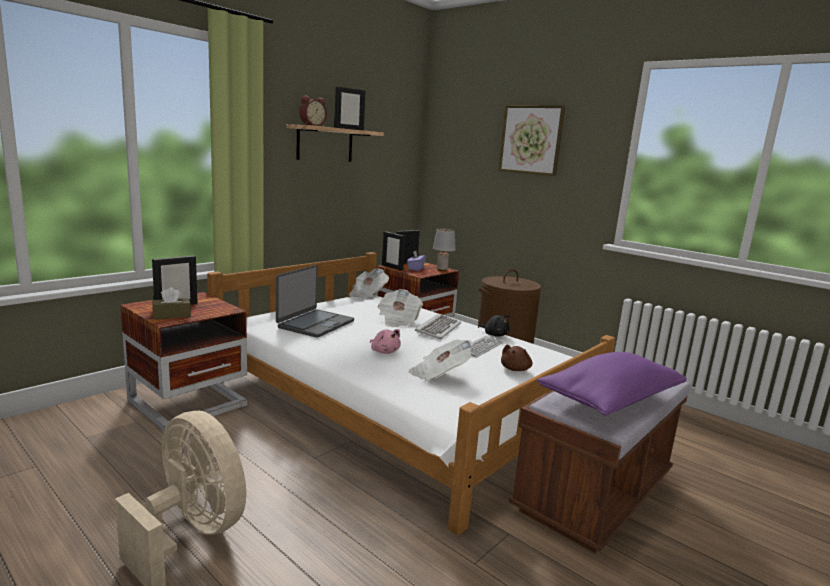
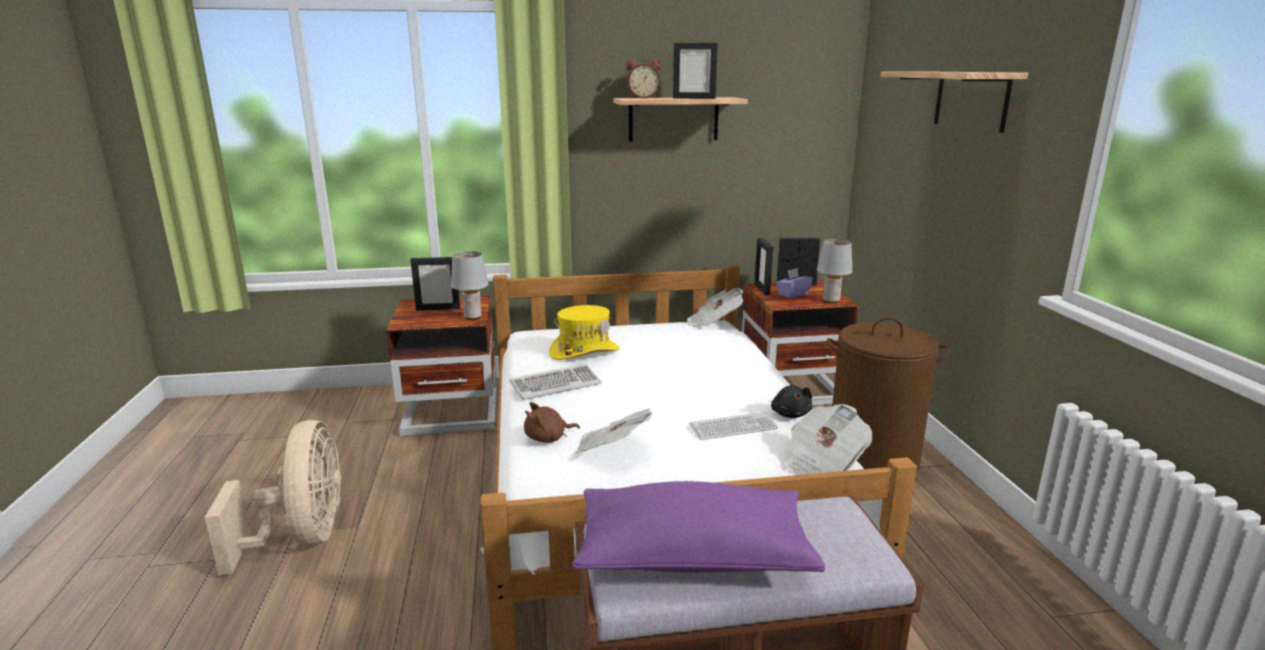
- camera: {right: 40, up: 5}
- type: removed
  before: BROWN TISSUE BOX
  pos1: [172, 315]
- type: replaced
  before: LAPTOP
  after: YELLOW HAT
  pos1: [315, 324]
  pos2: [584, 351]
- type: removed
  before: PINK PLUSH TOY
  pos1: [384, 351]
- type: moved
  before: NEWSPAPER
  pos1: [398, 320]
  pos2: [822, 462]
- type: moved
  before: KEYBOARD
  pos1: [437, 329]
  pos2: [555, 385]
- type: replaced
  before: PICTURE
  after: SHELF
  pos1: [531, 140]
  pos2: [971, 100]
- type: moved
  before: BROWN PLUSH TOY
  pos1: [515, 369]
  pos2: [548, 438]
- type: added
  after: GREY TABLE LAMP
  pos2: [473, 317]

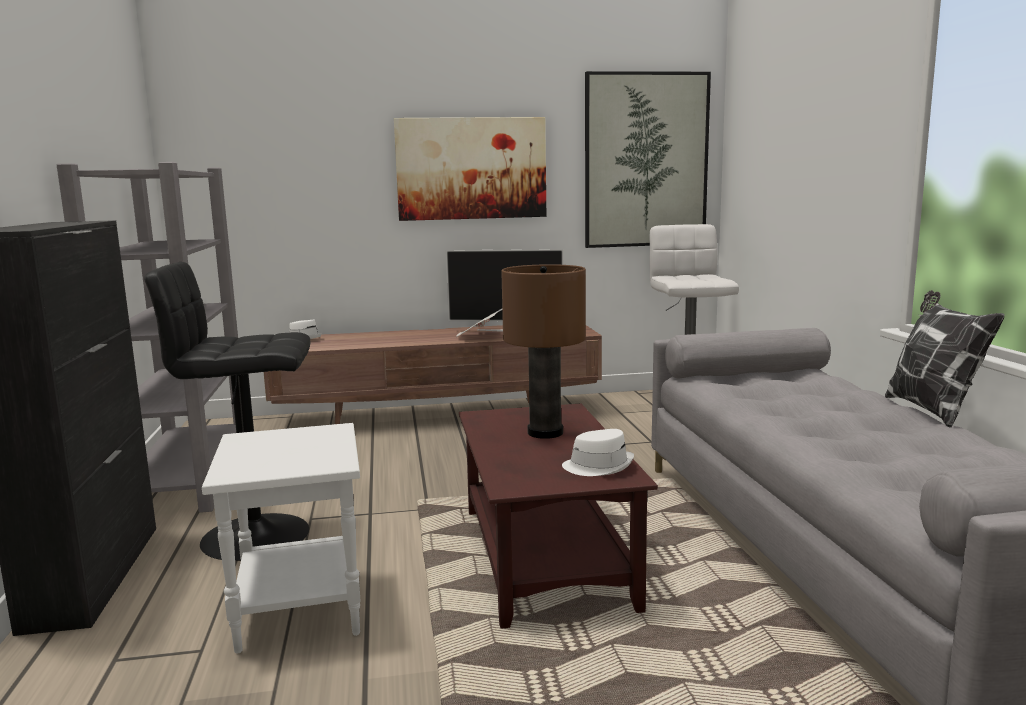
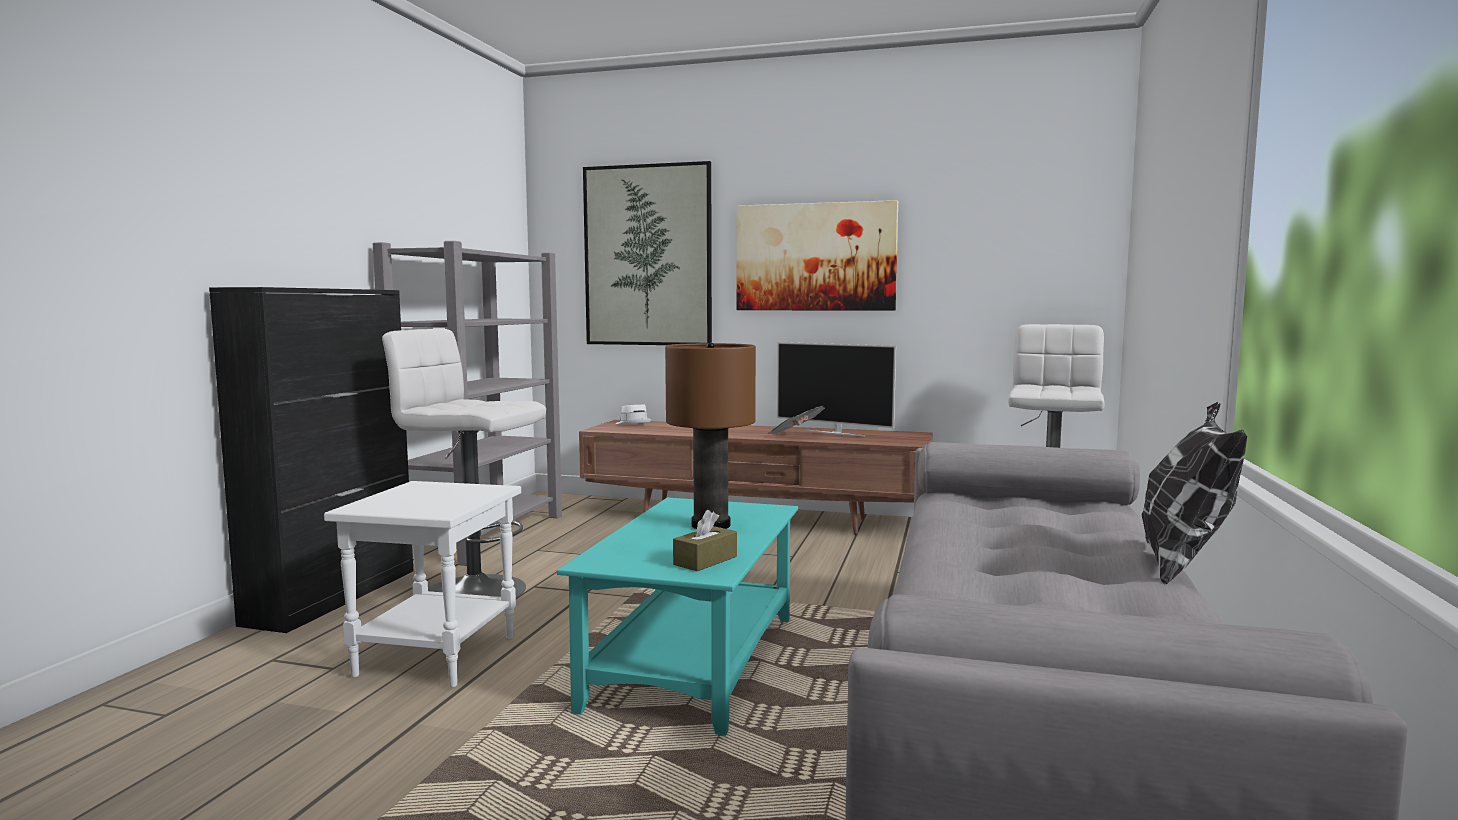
- camera: {right: 25, up: -5}
- type: recoloured
  before: BLACK STOOL
  after: WHITE STOOL
  pos1: [254, 536]
  pos2: [474, 591]
- type: recoloured
  before: BROWN COFFEE TABLE
  after: TURQUOISE COFFEE TABLE
  pos1: [546, 558]
  pos2: [694, 663]
- type: replaced
  before: WHITE HAT
  after: BROWN TISSUE BOX
  pos1: [598, 466]
  pos2: [705, 560]
- type: moved
  before: PICTURE
  pos1: [646, 160]
  pos2: [648, 256]

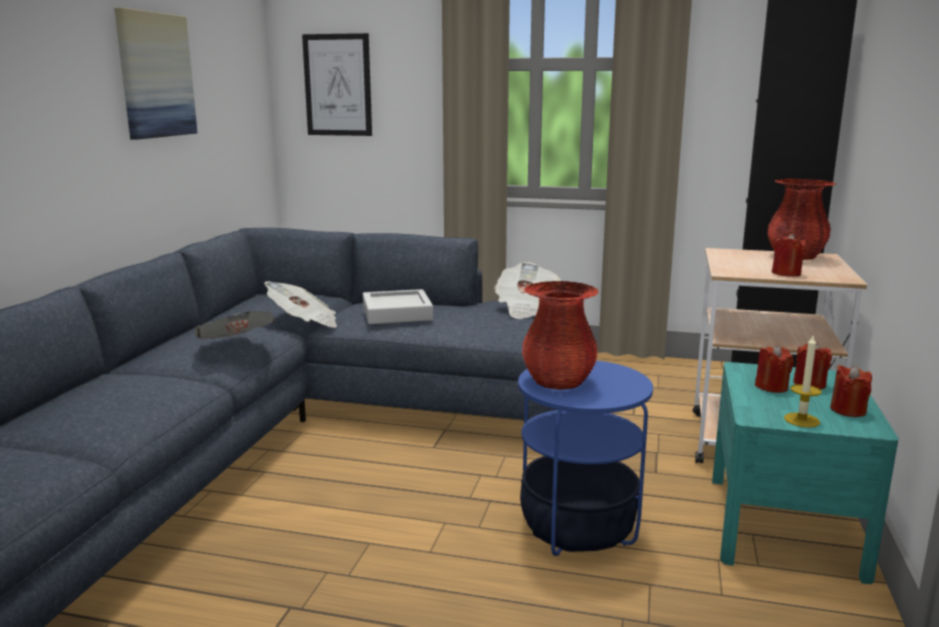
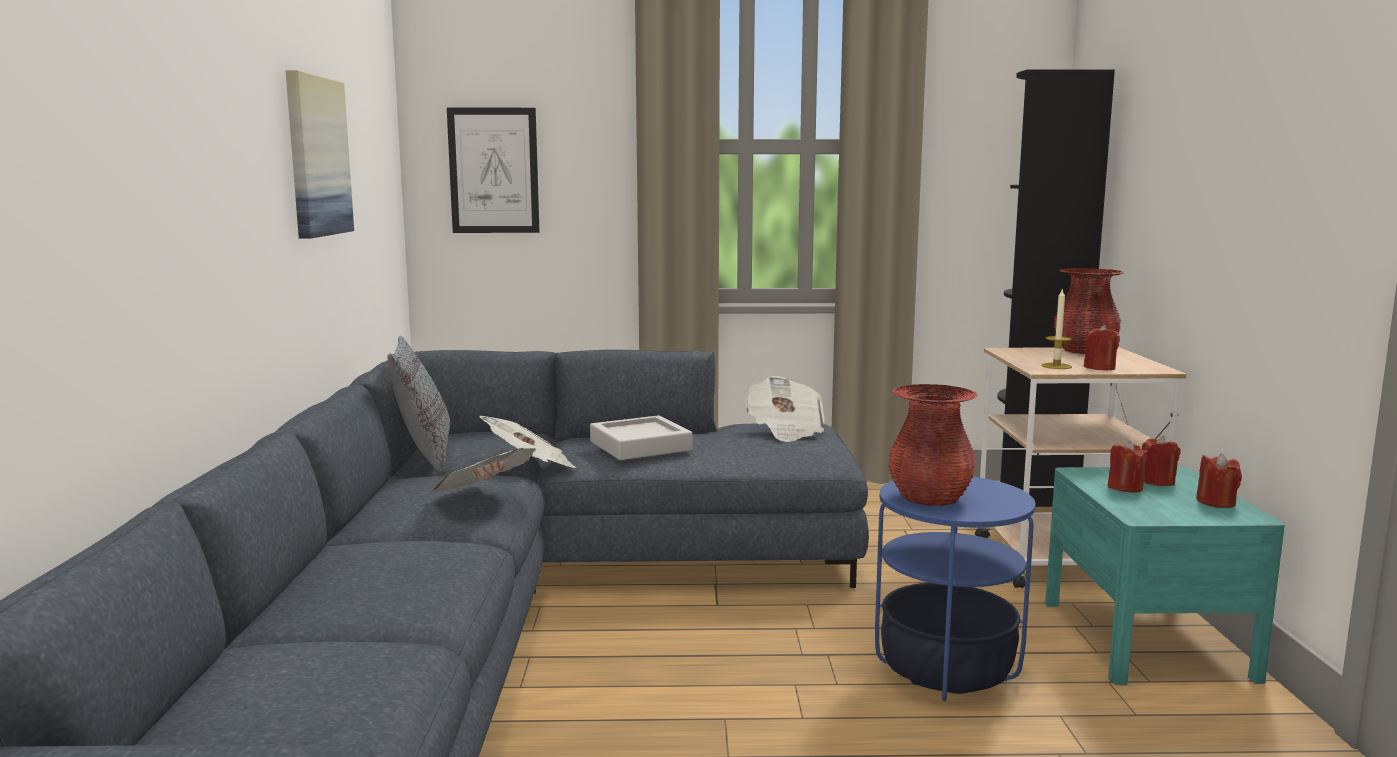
- camera: {right: -15, up: -5}
- type: moved
  before: CANDLE
  pos1: [801, 420]
  pos2: [1056, 366]
- type: added
  after: GREY PILLOW
  pos2: [425, 457]

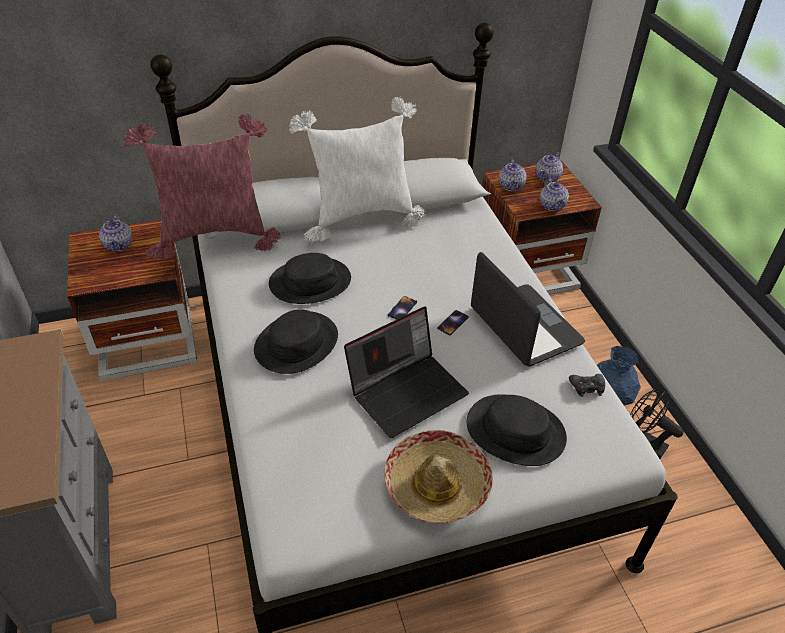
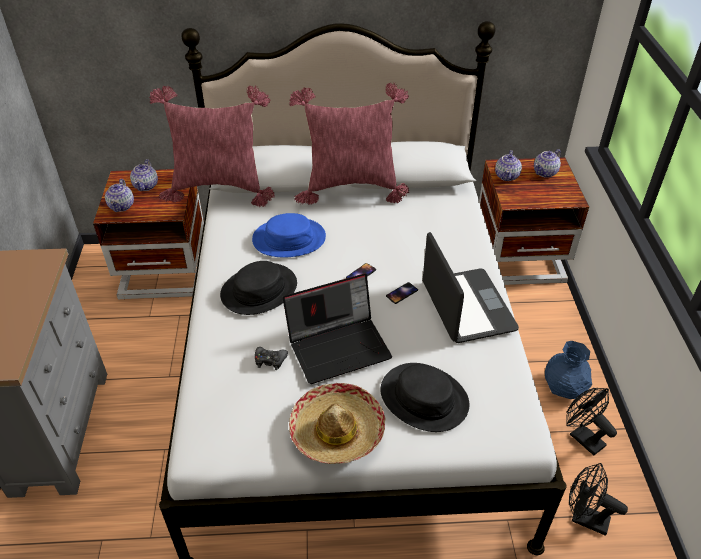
- camera: {right: 15, up: 0}
- type: recoloured
  before: BLACK HAT
  after: BLUE HAT
  pos1: [310, 282]
  pos2: [289, 239]
- type: recoloured
  before: WHITE PILLOW
  after: RED PILLOW
  pos1: [360, 223]
  pos2: [350, 193]
- type: moved
  before: TEAPOT
  pos1: [552, 205]
  pos2: [122, 206]
- type: moved
  before: BLACK GAME CONTROLLER
  pos1: [587, 387]
  pos2: [270, 360]
- type: added
  after: BLACK FAN
  pos2: [584, 518]

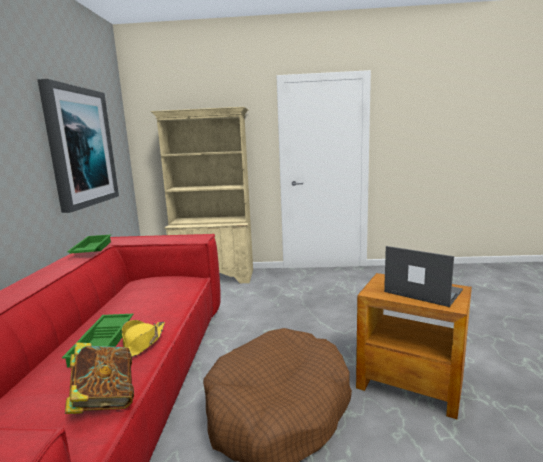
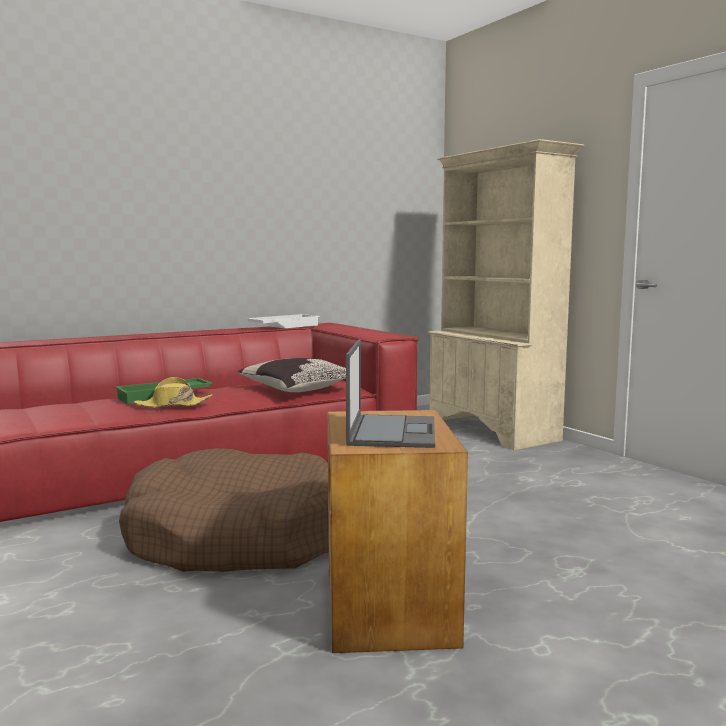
- camera: {right: 55, up: -5}
- type: removed
  before: PICTURE
  pos1: [80, 147]
- type: removed
  before: BOOK
  pos1: [104, 400]
- type: recoloured
  before: GREEN TRAY
  after: WHITE TRAY
  pos1: [91, 249]
  pos2: [283, 326]
- type: added
  after: PILLOW
  pos2: [297, 389]

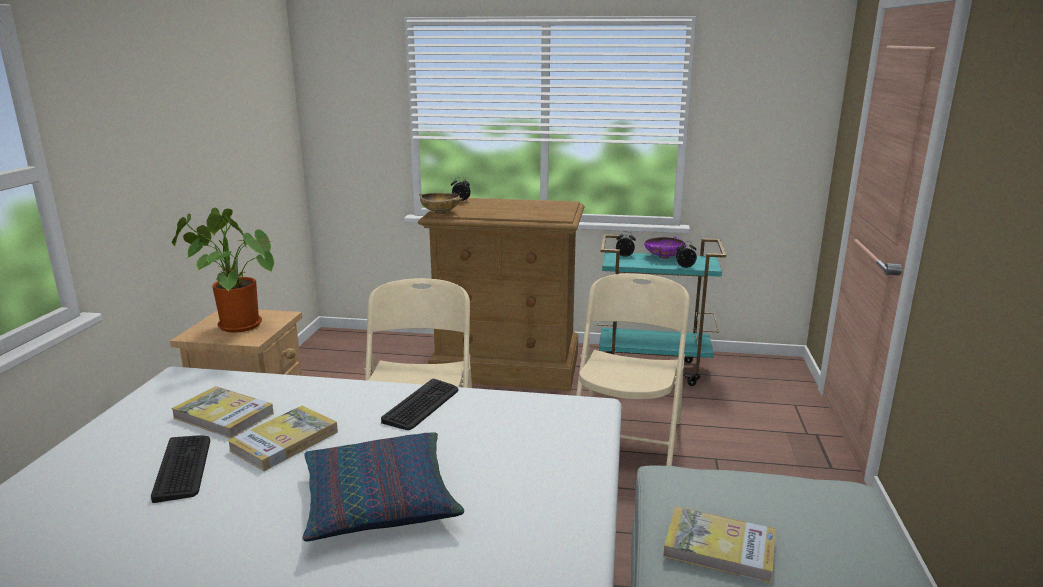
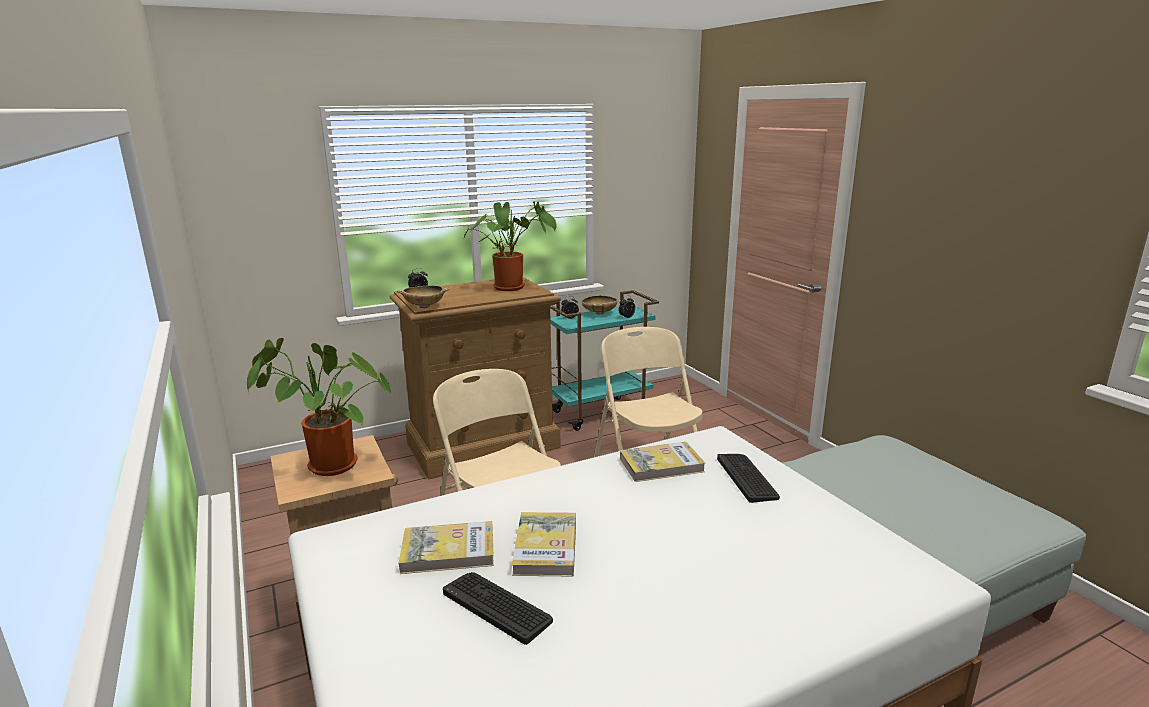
- camera: {right: -35, up: 0}
- type: removed
  before: BLUE PILLOW
  pos1: [379, 501]
- type: moved
  before: KEYBOARD
  pos1: [422, 405]
  pos2: [747, 477]
- type: recoloured
  before: PURPLE BOWL
  after: BEIGE BOWL
  pos1: [663, 257]
  pos2: [599, 313]
- type: moved
  before: BOOK
  pos1: [719, 548]
  pos2: [661, 465]
- type: added
  after: POTTED PLANT
  pos2: [512, 287]

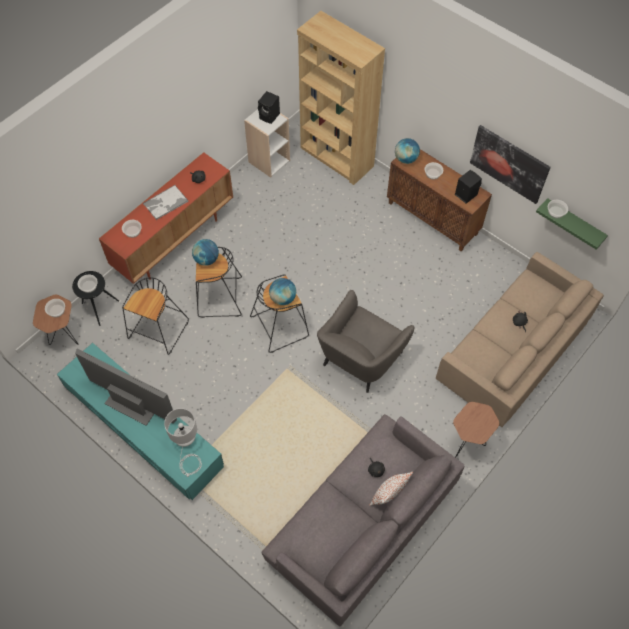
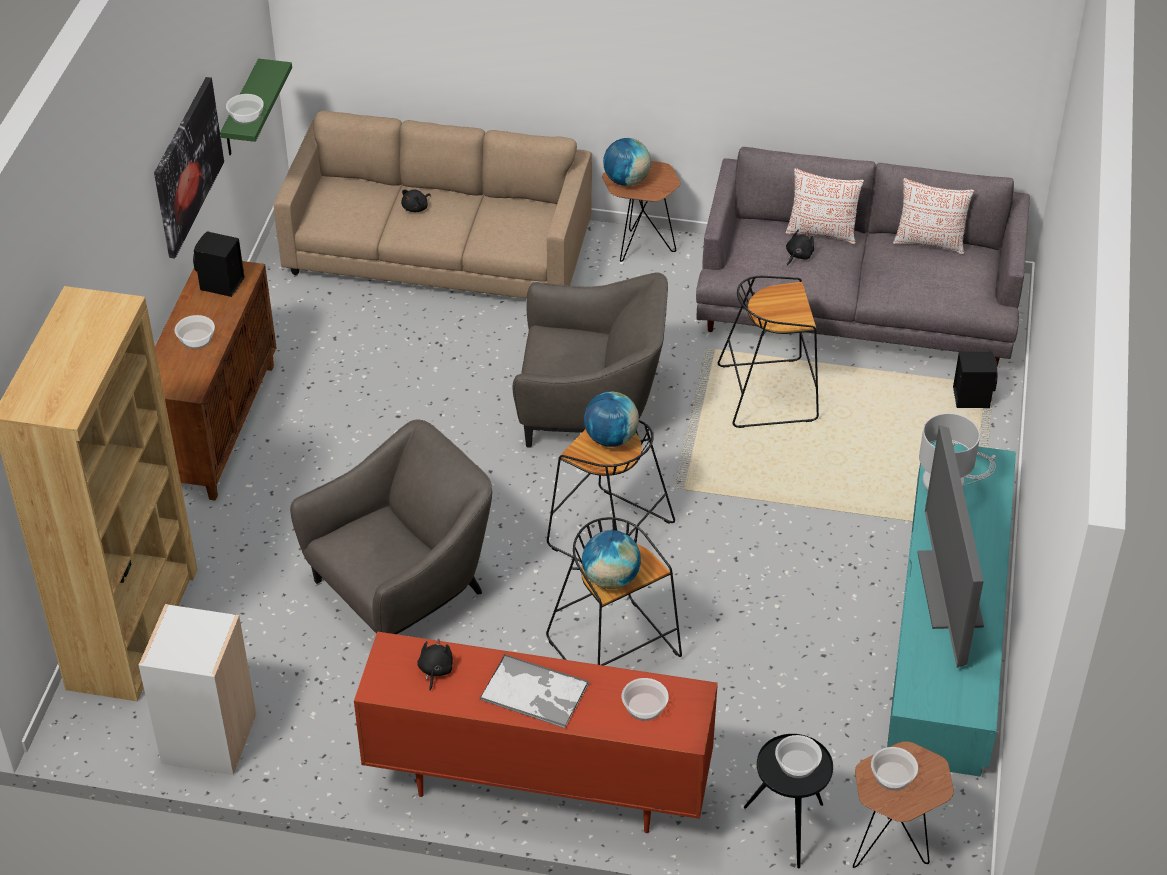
- camera: {right: -120, up: -15}
- type: moved
  before: BLACK STOOL
  pos1: [158, 331]
  pos2: [769, 393]
- type: moved
  before: BLACK SPEAKER
  pos1: [270, 116]
  pos2: [971, 397]
- type: moved
  before: GLOBE
  pos1: [406, 159]
  pos2: [626, 181]
- type: added
  after: GREY ARMCHAIR
  pos2: [402, 588]
- type: added
  after: WHITE PILLOW
  pos2: [929, 243]

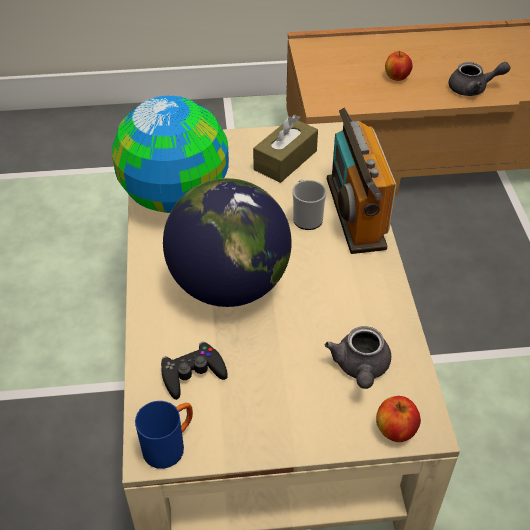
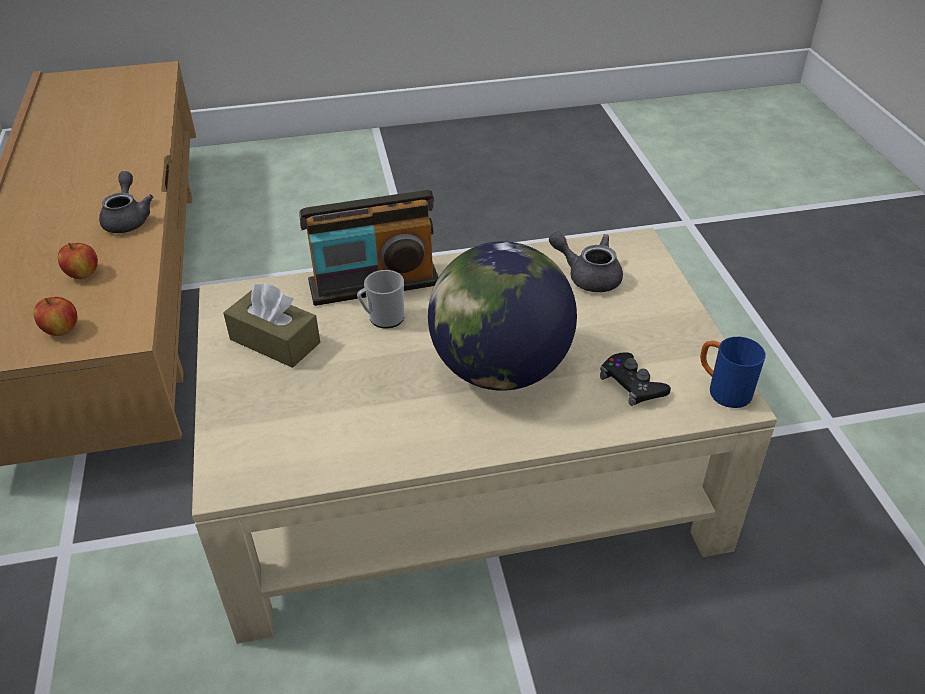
- camera: {right: -95, up: -5}
- type: removed
  before: GLOBE
  pos1: [176, 197]
- type: turned
  before: GREY TEAPOT
  pos1: [360, 368]
  pos2: [588, 276]
  turn: -150
- type: moved
  before: APPLE
  pos1: [395, 430]
  pos2: [62, 330]

